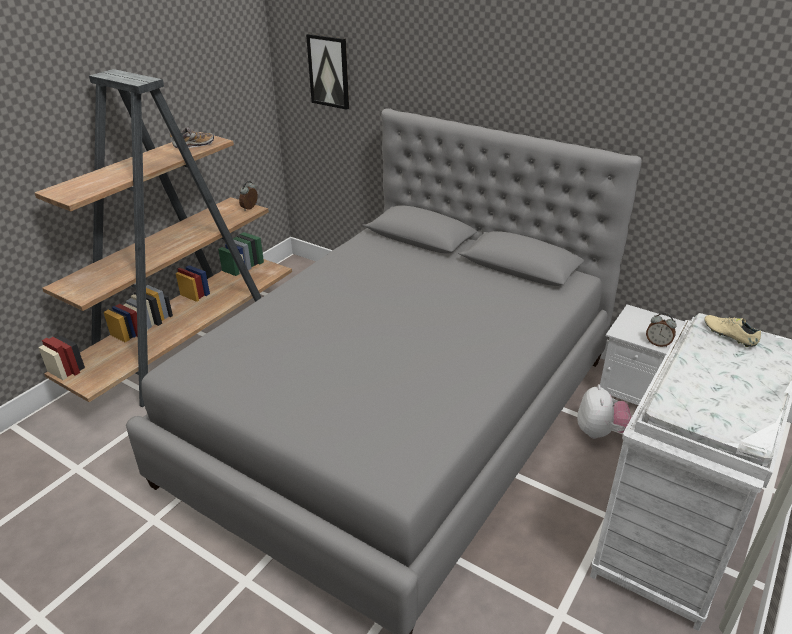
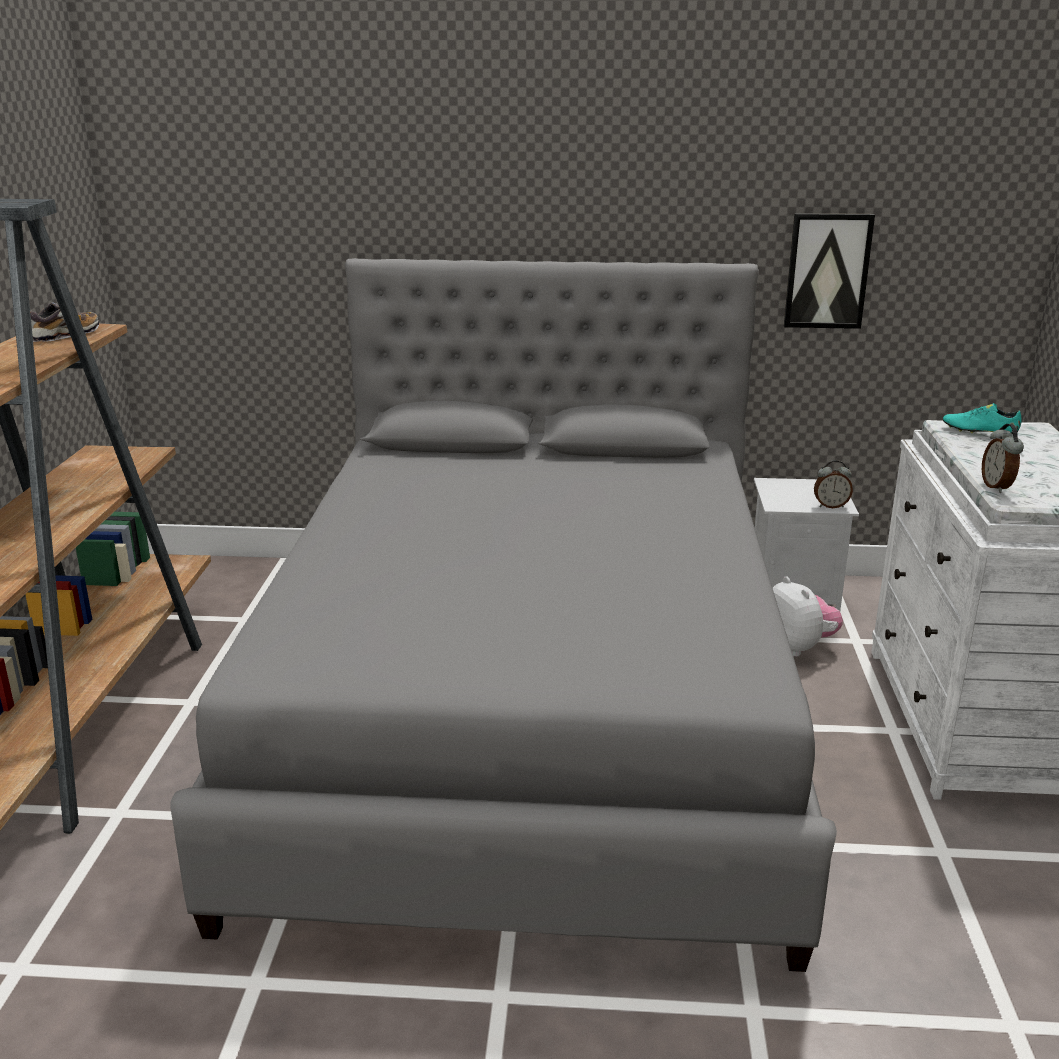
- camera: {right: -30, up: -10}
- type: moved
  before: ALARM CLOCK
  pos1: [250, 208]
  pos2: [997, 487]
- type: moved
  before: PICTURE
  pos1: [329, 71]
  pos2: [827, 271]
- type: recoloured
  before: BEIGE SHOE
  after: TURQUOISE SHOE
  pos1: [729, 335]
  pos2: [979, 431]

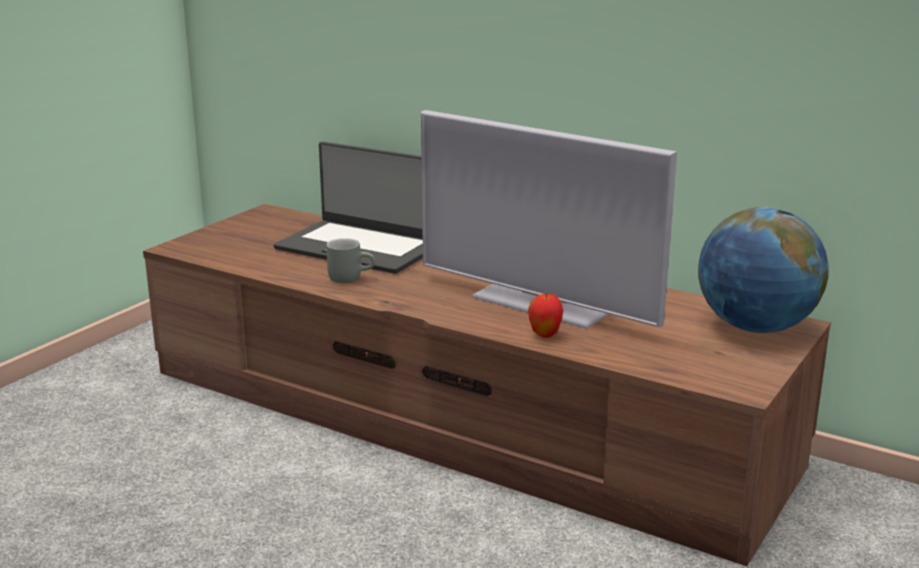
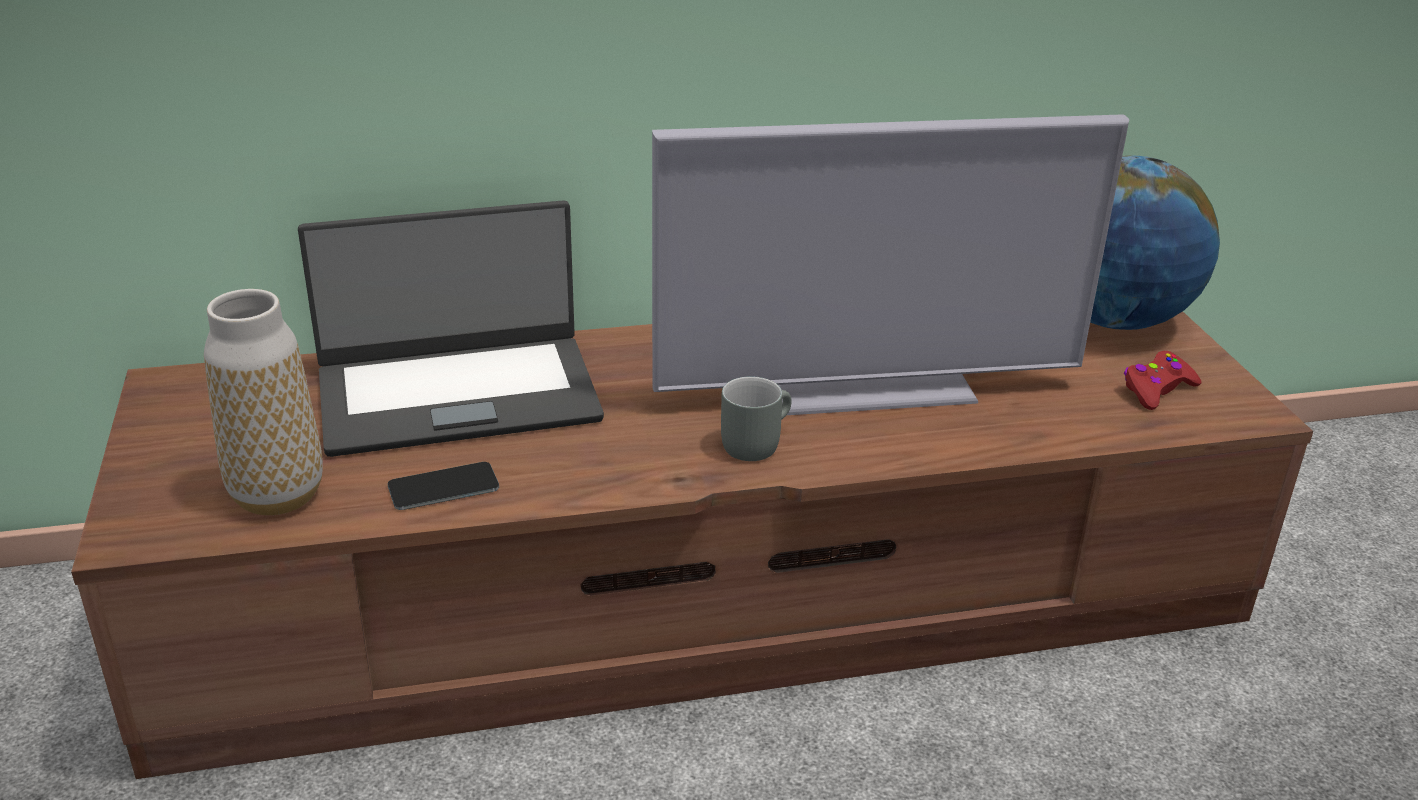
- camera: {right: -45, up: 10}
- type: moved
  before: GREY MUG
  pos1: [350, 277]
  pos2: [753, 442]
- type: removed
  before: APPLE
  pos1: [545, 335]
- type: added
  after: VASE
  pos2: [277, 495]
- type: added
  after: PHONE
  pos2: [443, 487]
- type: added
  after: RED GAME CONTROLLER
  pos2: [1157, 389]

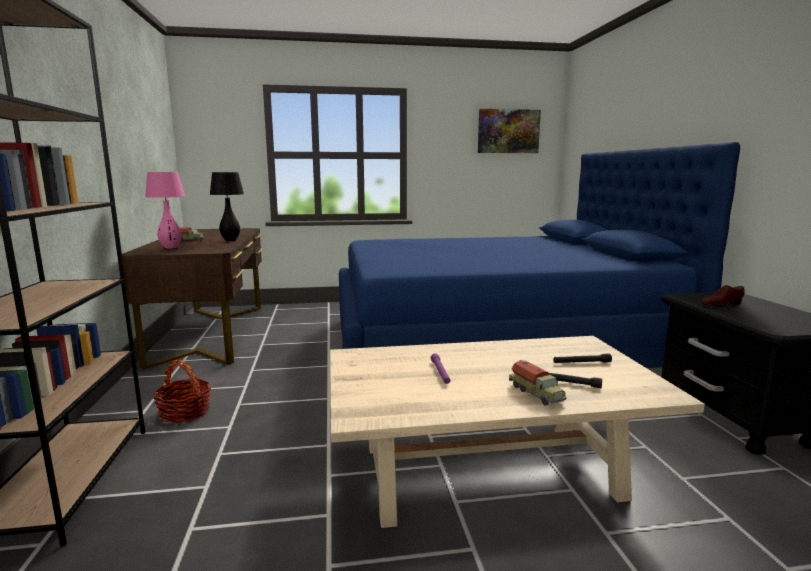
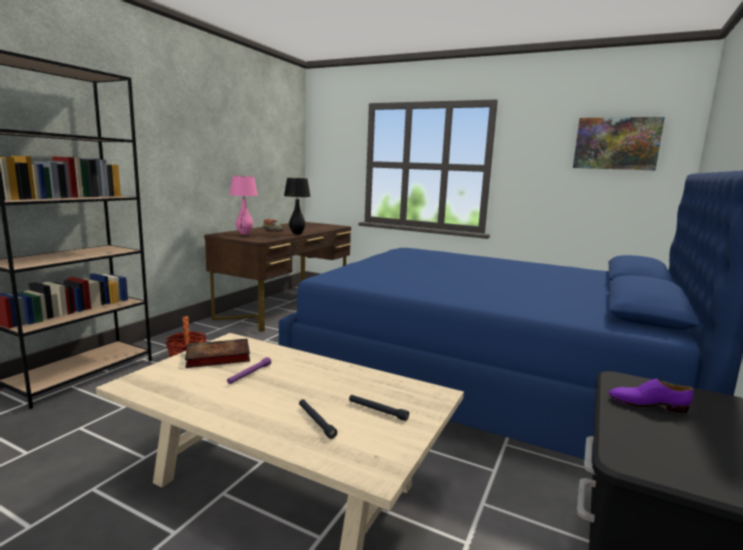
- camera: {right: 35, up: 0}
- type: removed
  before: TOY TRUCK
  pos1: [536, 393]
- type: recoloured
  before: BROWN SHOE
  after: PURPLE SHOE
  pos1: [720, 304]
  pos2: [647, 405]
- type: added
  after: BOOK
  pos2: [216, 357]

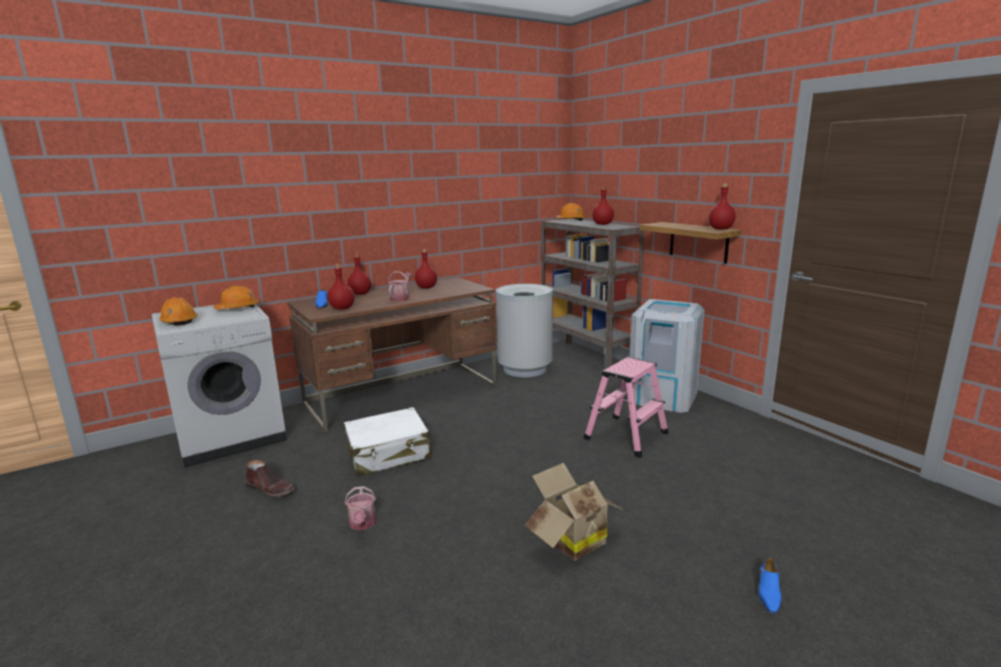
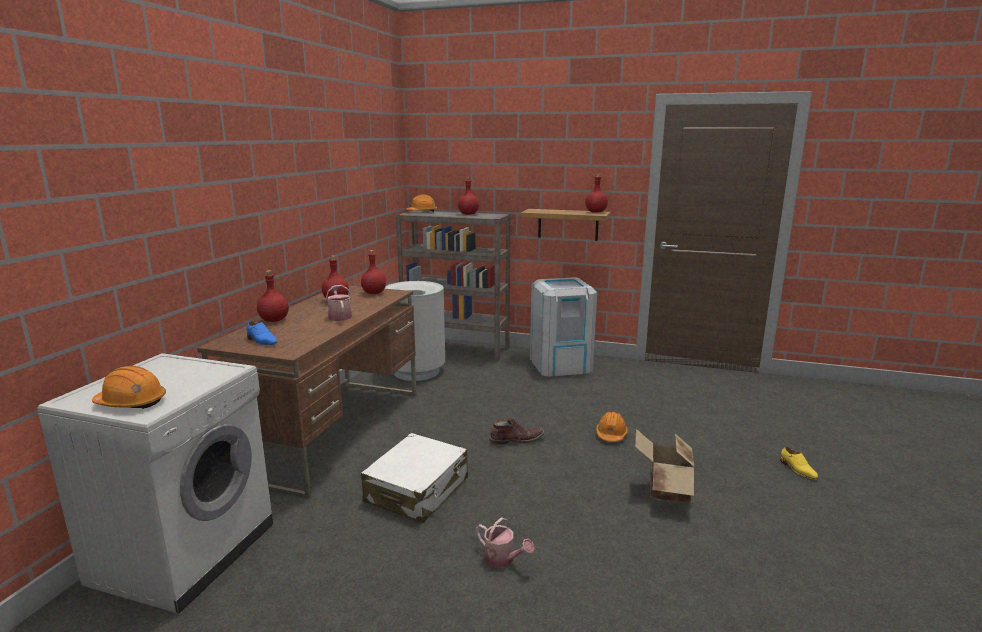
- camera: {right: -40, up: 0}
- type: moved
  before: ORANGE HARD HAT
  pos1: [237, 308]
  pos2: [611, 435]
- type: moved
  before: BROWN BOOT
  pos1: [271, 489]
  pos2: [516, 439]
- type: moved
  before: RED BOTTLE
  pos1: [342, 308]
  pos2: [373, 293]
- type: removed
  before: PINK STEP LADDER
  pos1: [626, 435]
- type: recoloured
  before: BLUE SHOE
  after: YELLOW SHOE
  pos1: [768, 594]
  pos2: [797, 470]

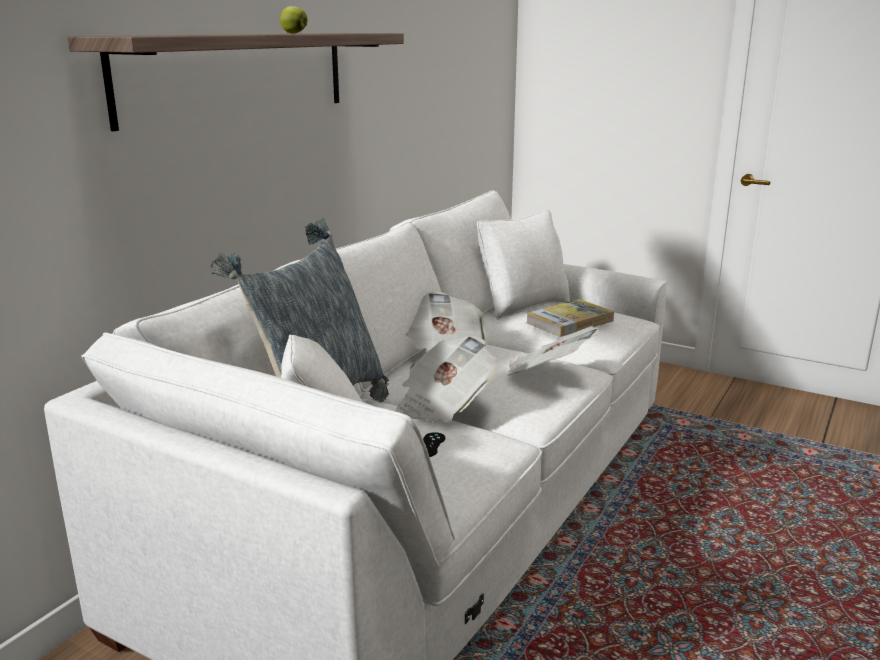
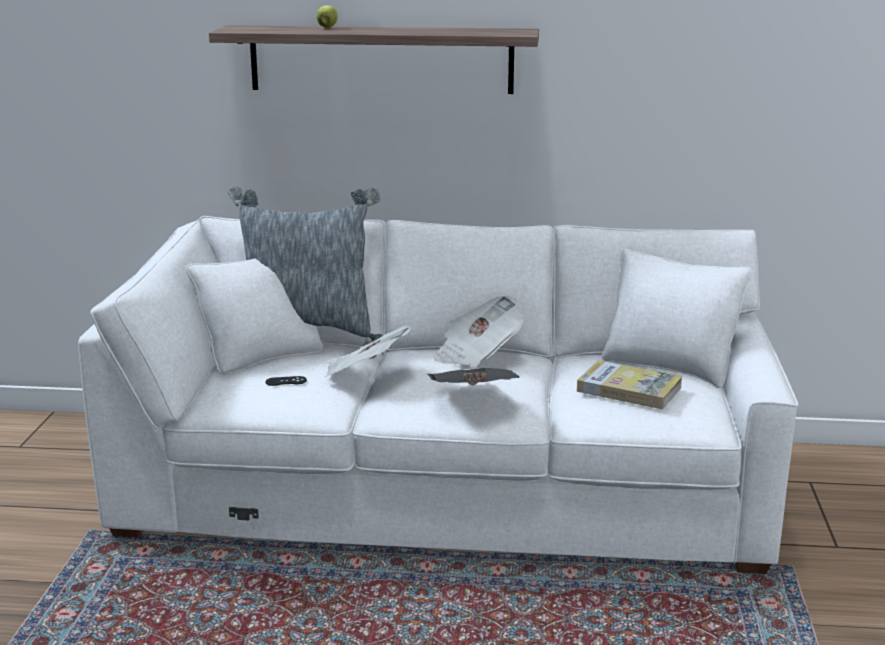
- camera: {right: 65, up: 0}
- type: moved
  before: APPLE
  pos1: [293, 33]
  pos2: [327, 27]

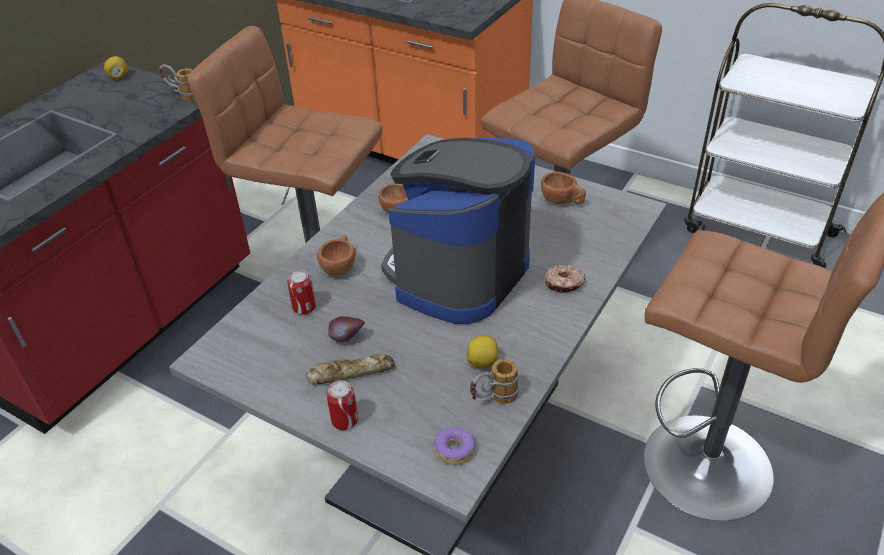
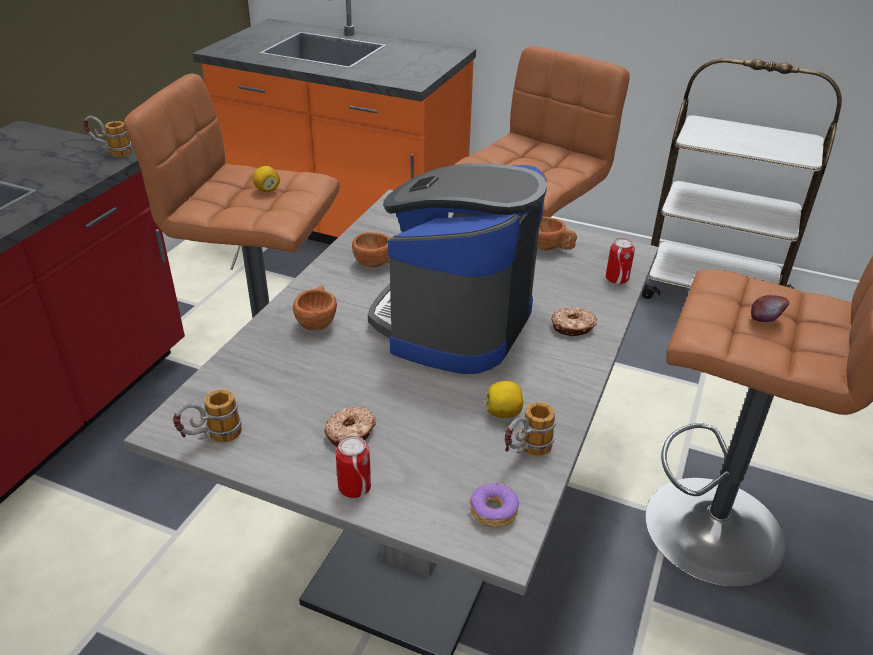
- camera: {right: -10, up: -5}
- type: moved
  before: LEMON
  pos1: [118, 77]
  pos2: [267, 190]
- type: moved
  before: CAN
  pos1: [304, 308]
  pos2: [616, 279]
- type: replaced
  before: BREAD
  after: DONUT
  pos1: [350, 372]
  pos2: [351, 433]
- type: moved
  before: APPLE
  pos1: [347, 339]
  pos2: [765, 321]
- type: added
  after: MUG
  pos2: [211, 439]

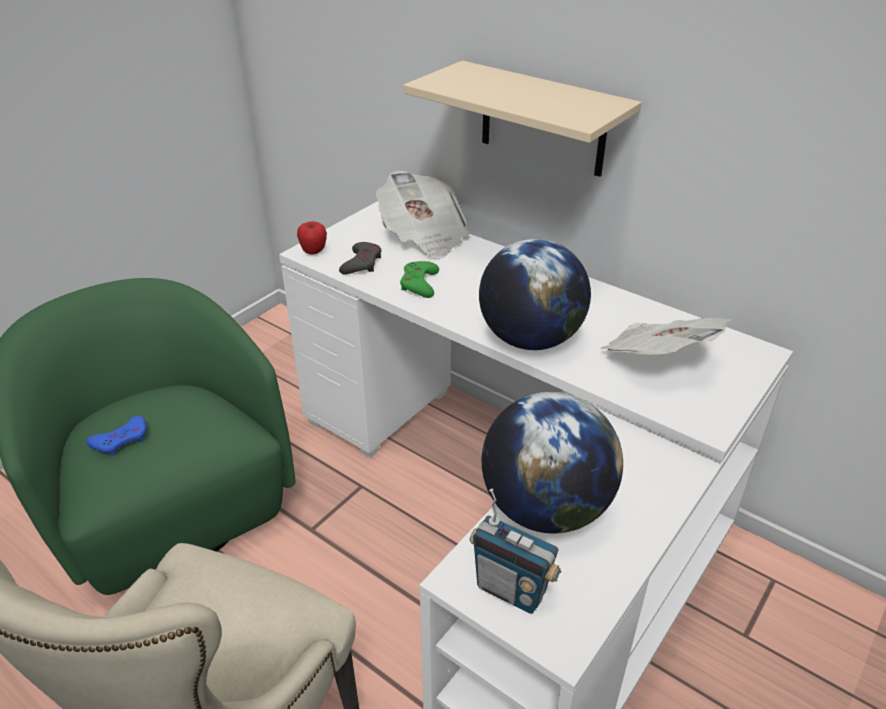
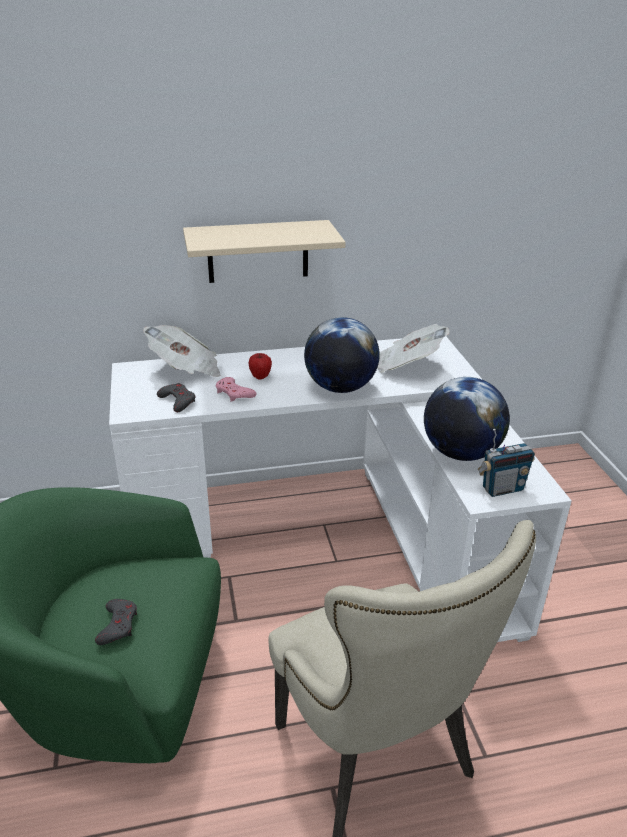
- camera: {right: -50, up: -5}
- type: recoloured
  before: BLUE GAME CONTROLLER
  after: GREY GAME CONTROLLER
  pos1: [121, 440]
  pos2: [118, 625]
- type: moved
  before: APPLE
  pos1: [313, 252]
  pos2: [260, 377]
- type: recoloured
  before: GREEN GAME CONTROLLER
  after: PINK GAME CONTROLLER
  pos1: [419, 284]
  pos2: [234, 393]

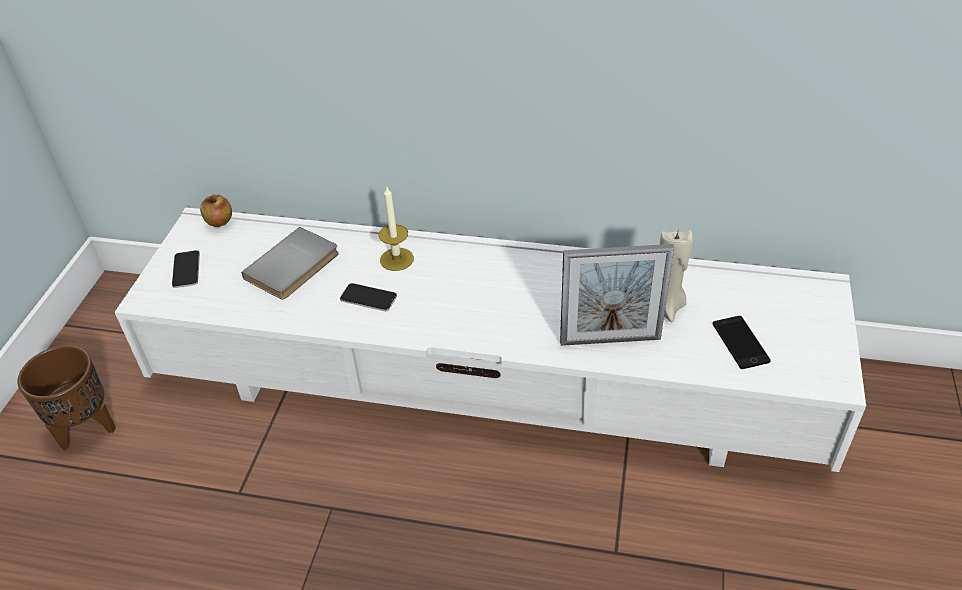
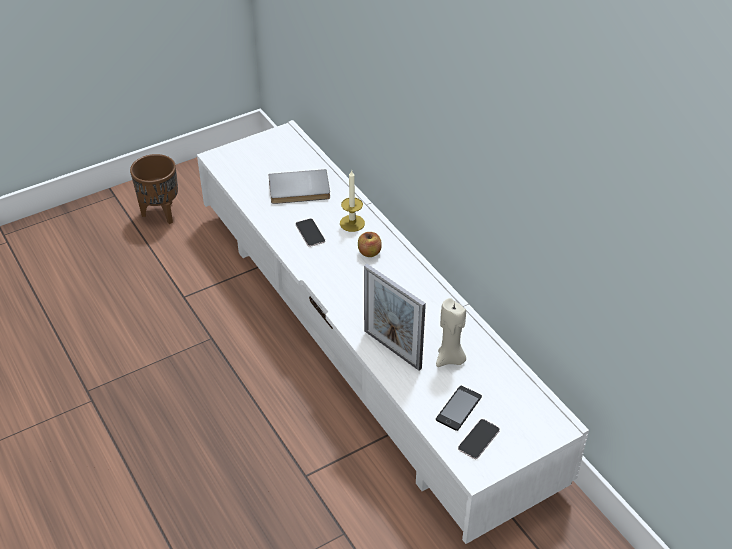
- camera: {right: 45, up: 0}
- type: moved
  before: PHONE
  pos1: [186, 269]
  pos2: [478, 439]
- type: moved
  before: APPLE
  pos1: [219, 221]
  pos2: [369, 252]

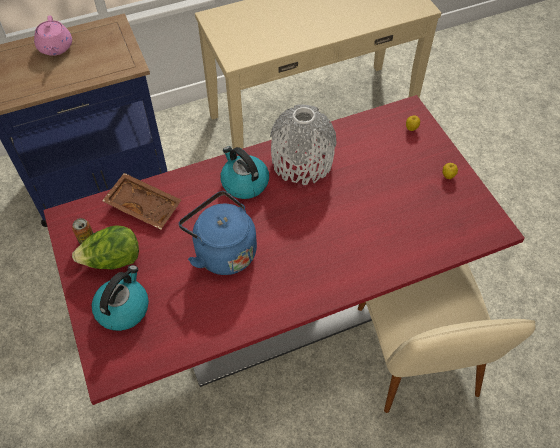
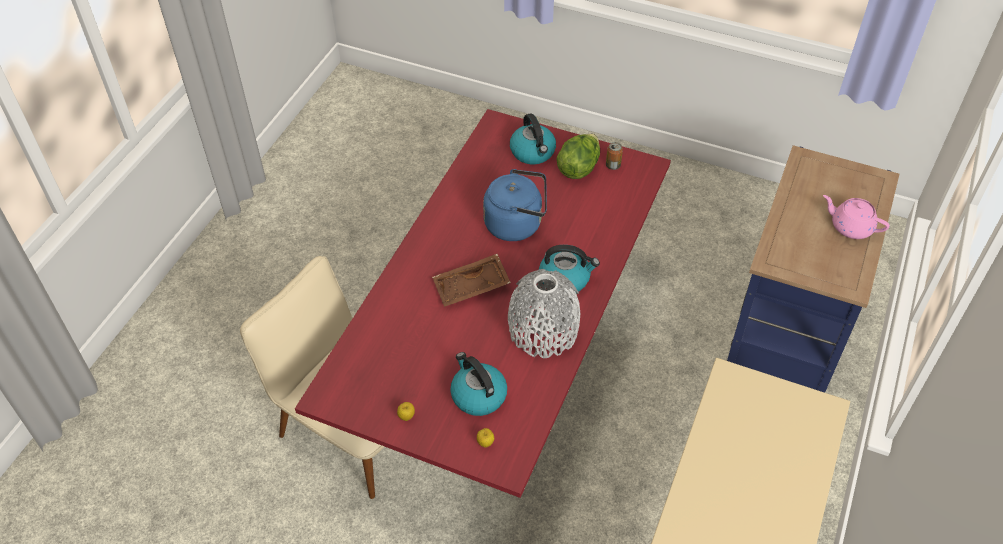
- camera: {right: 135, up: -5}
- type: moved
  before: BROWN TRAY
  pos1: [144, 205]
  pos2: [471, 287]
- type: added
  after: KETTLE
  pos2: [478, 395]

